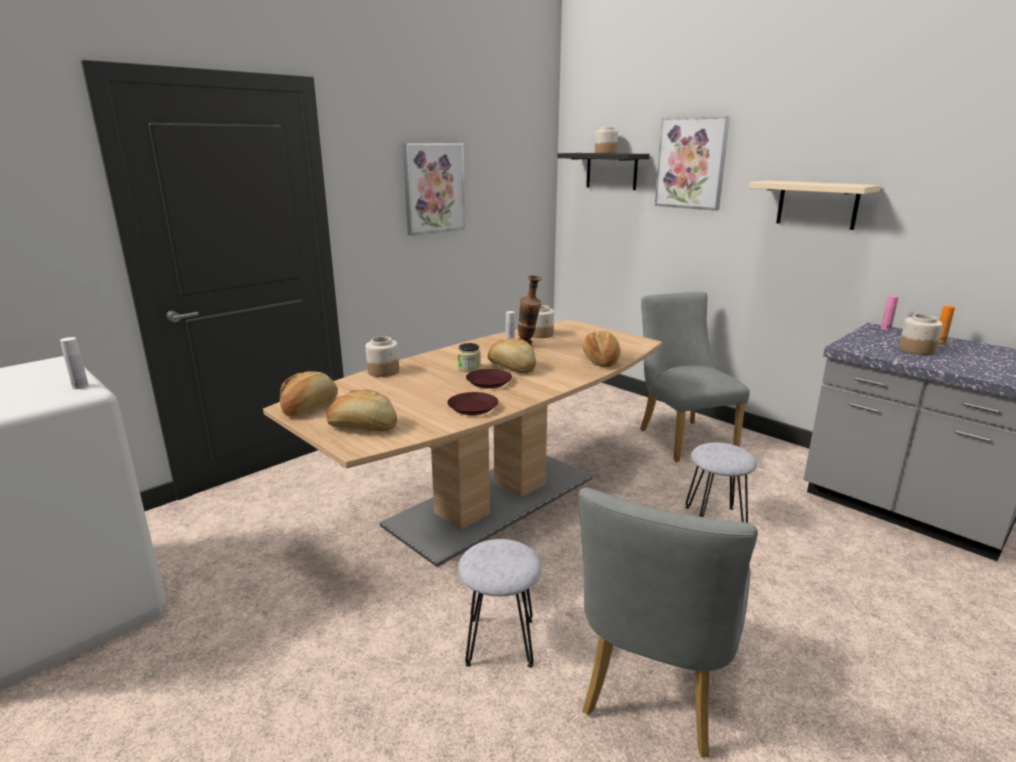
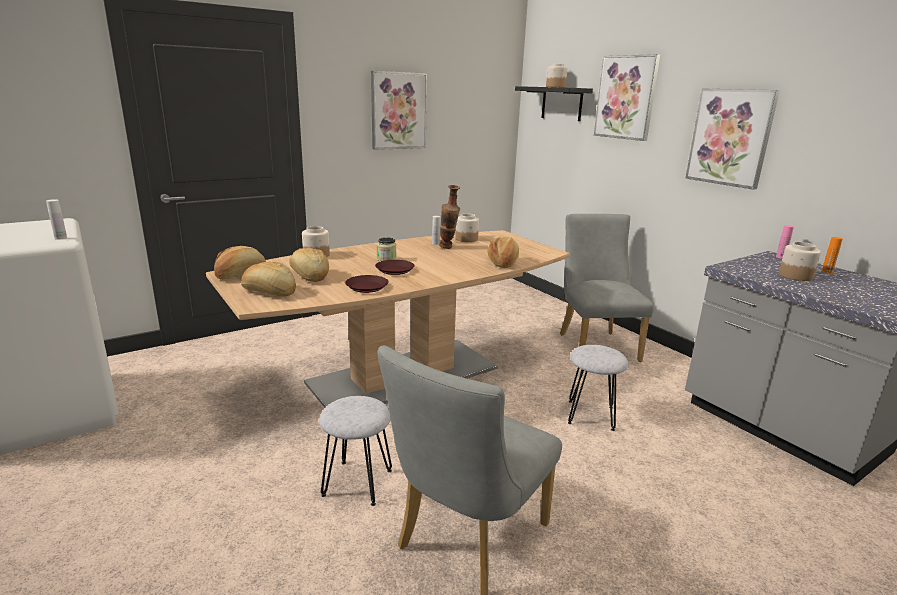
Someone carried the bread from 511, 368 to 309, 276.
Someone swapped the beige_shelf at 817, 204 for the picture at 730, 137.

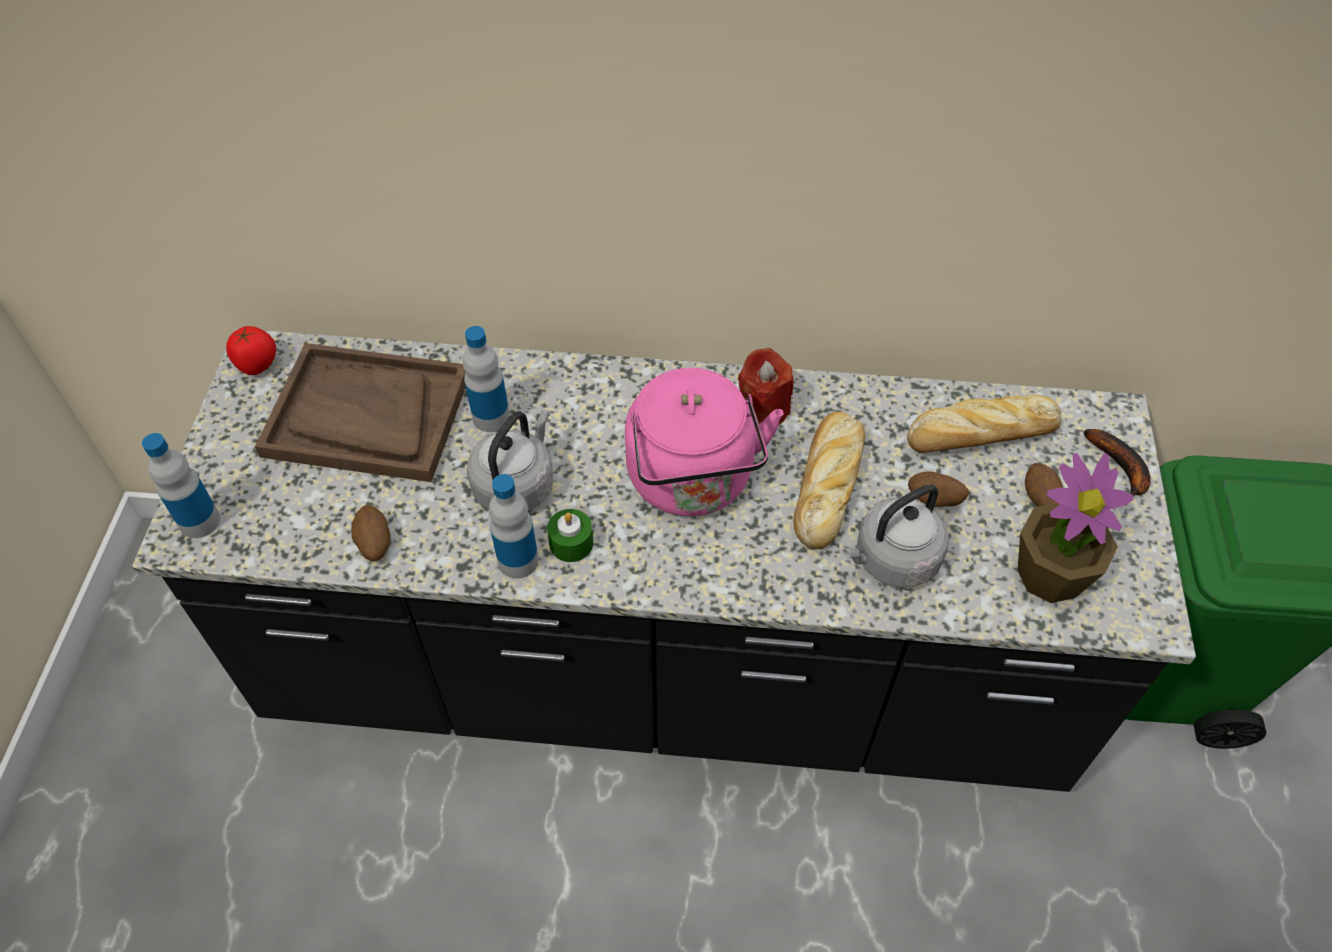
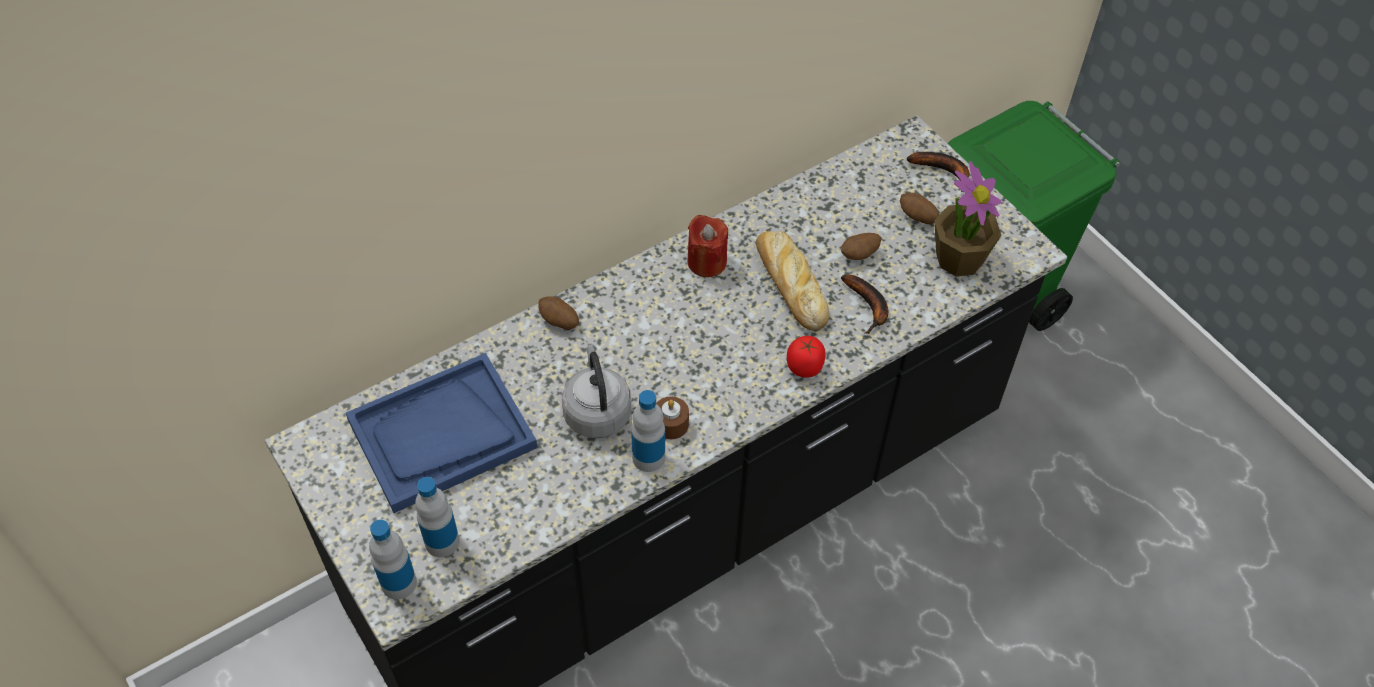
Someone took away the pink_kettle at 693, 482.
Someone took away the bread at 979, 434.
Someone carried the tomato from 258, 365 to 804, 368.
Someone carried the potato from 374, 544 to 559, 322.
Someone carried the bottle from 491, 417 to 442, 541.
Someone swapped the grey_kettle at 892, 560 for the banana at 869, 307.
Someone repainted the brown_tray at 366, 416, which became the blue_tray at 442, 435.
Someone repainted the green_candle at 571, 543, which became the brown_candle at 671, 424.

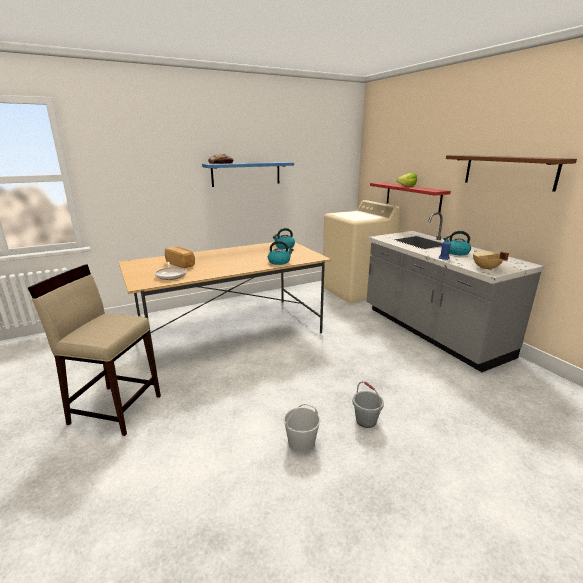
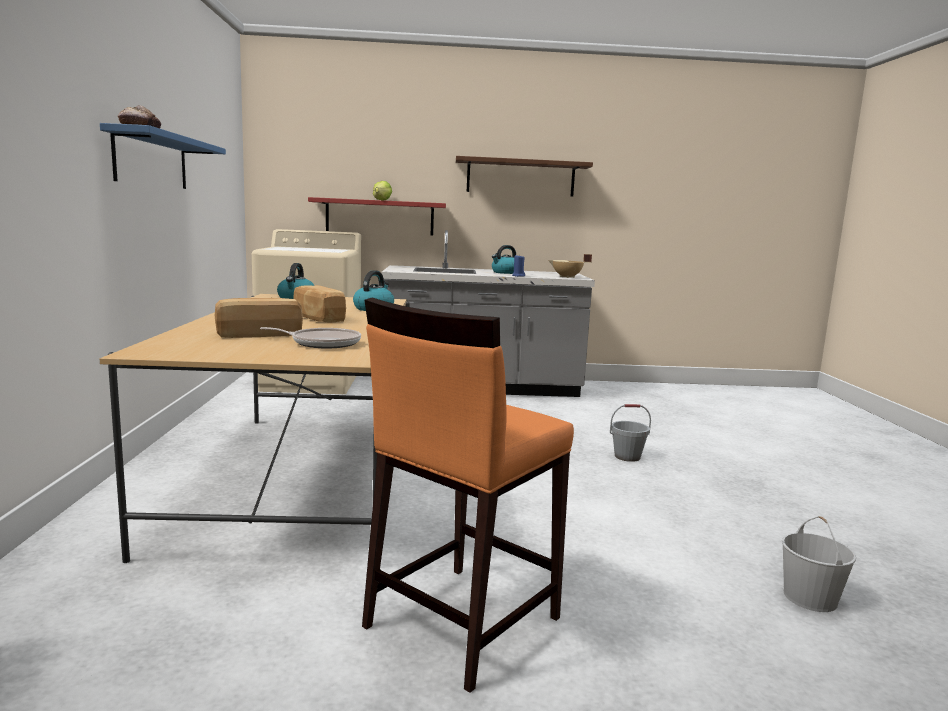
Someone put down the bread at 317, 318.
Someone carried the white_bucket from 301, 443 to 811, 598.
Someone repainted the beige_stool at 115, 408, which became the orange_stool at 460, 622.

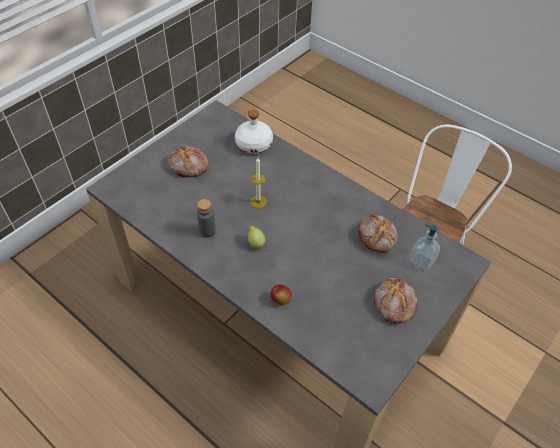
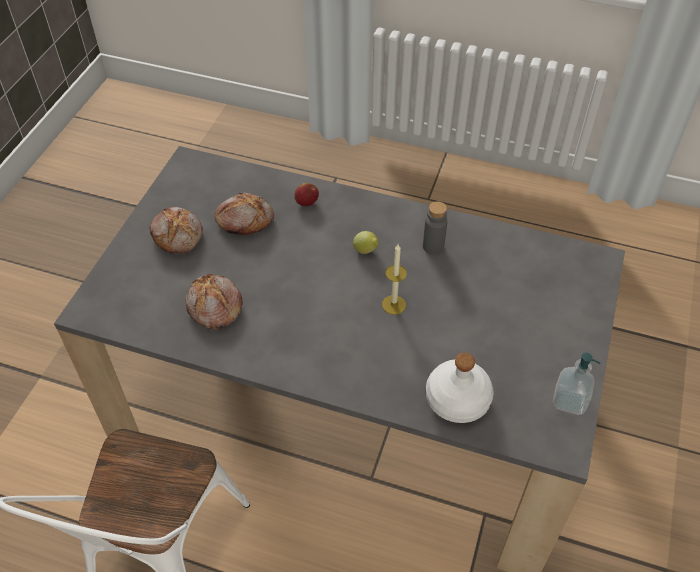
Someone carried the bread from 189, 166 to 244, 220.
Someone carried the soap_dispenser from 422, 260 to 569, 400.

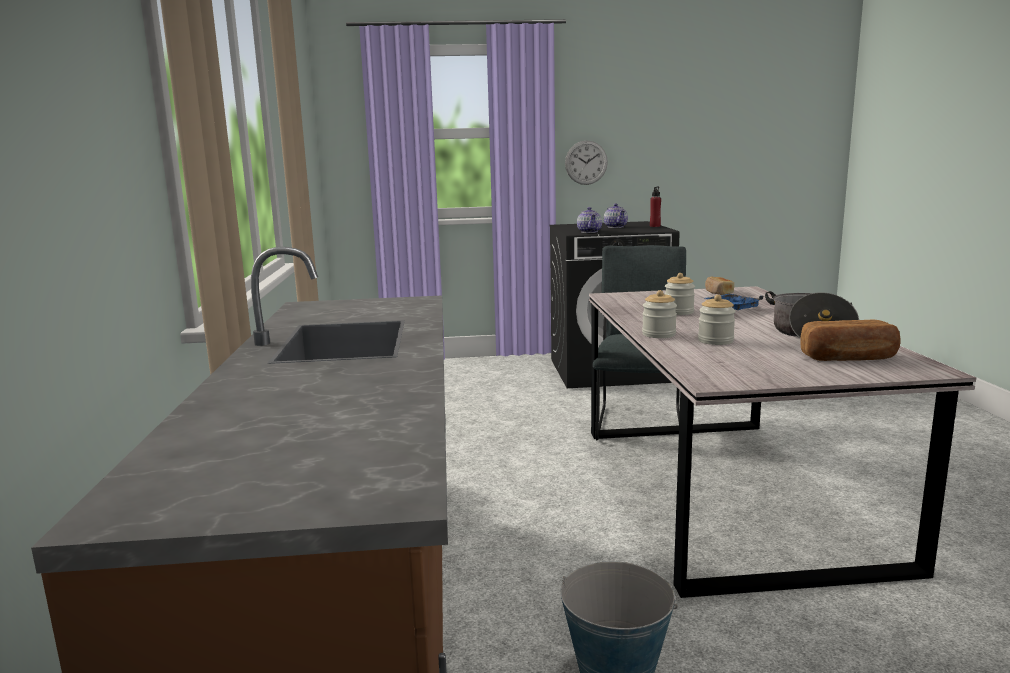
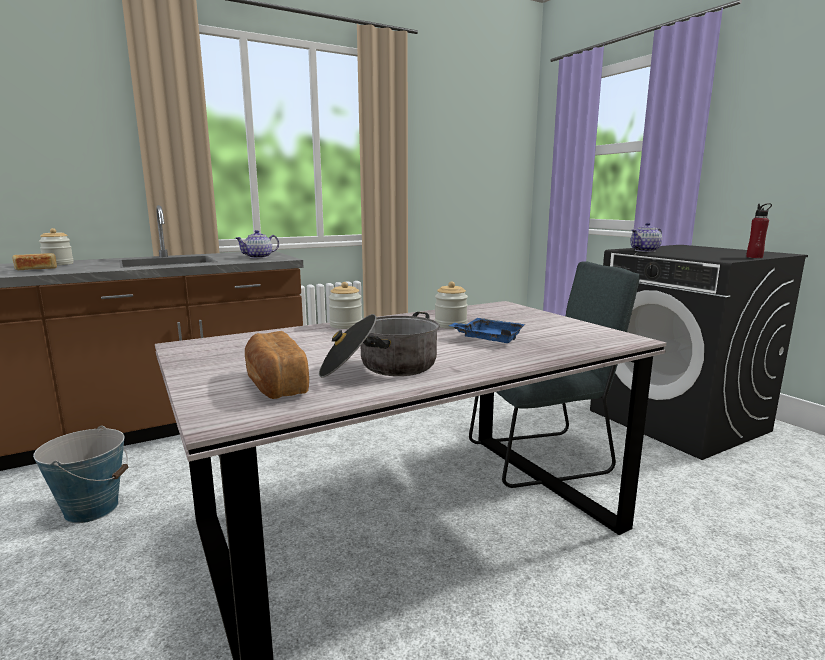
Someone took away the wall_clock at 586, 162.
Someone carried the teapot from 615, 227 to 259, 257.
Someone carried the jar from 715, 341 to 58, 264.
Someone carried the bread from 718, 292 to 36, 269.

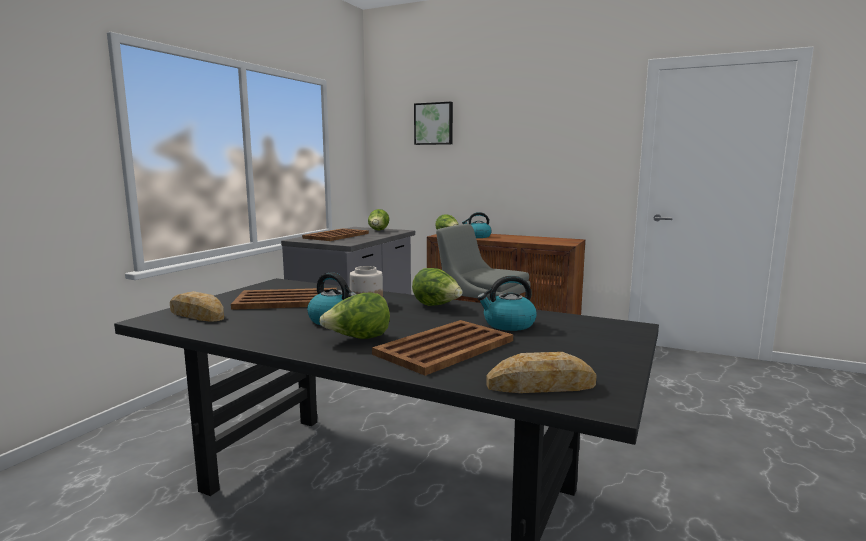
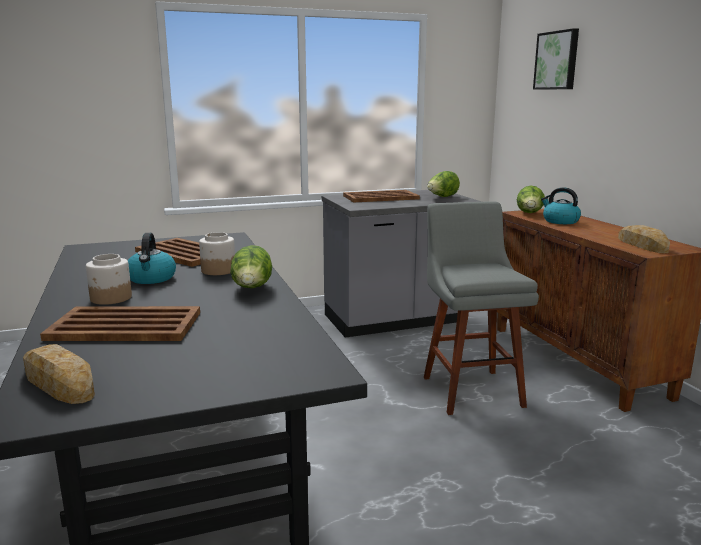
Someone took away the kettle at 508, 324.
Someone carried the bread from 197, 314 to 642, 245.
Someone swapped the lettuce at 358, 339 for the jar at 111, 298.

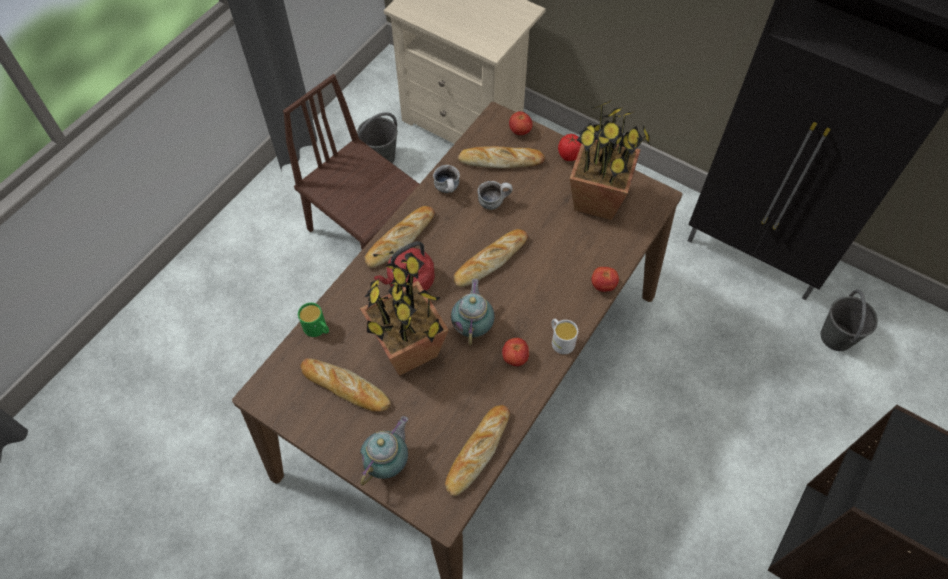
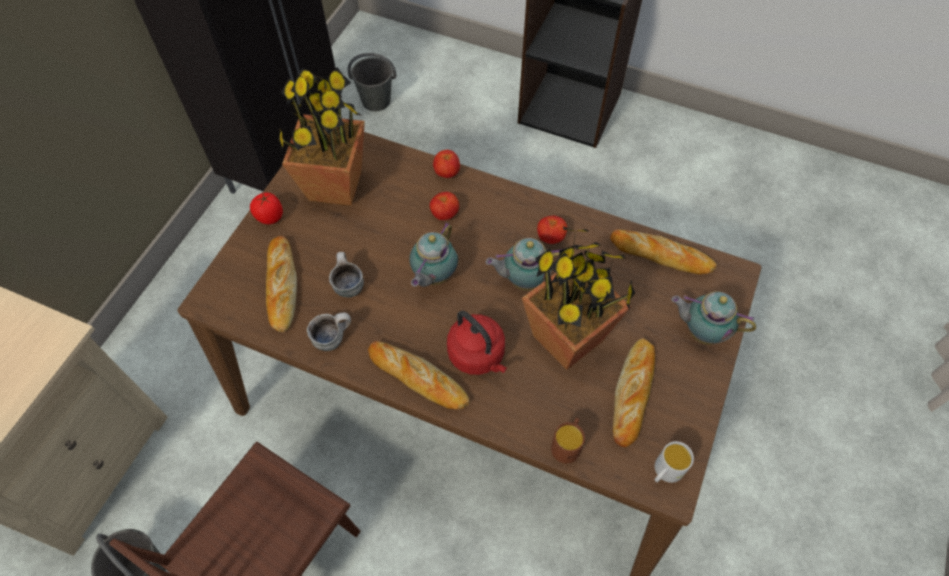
Someone carried the tomato from 520, 131 to 444, 214.
Someone carried the white_mug from 560, 340 to 665, 472.
Someone swapped the bread at 490, 260 for the teapot at 433, 276.
Someone repainted the green_mug at 318, 329, which became the brown_mug at 567, 444.

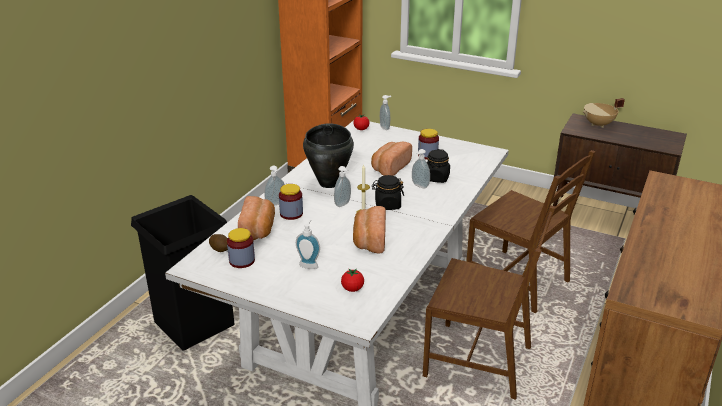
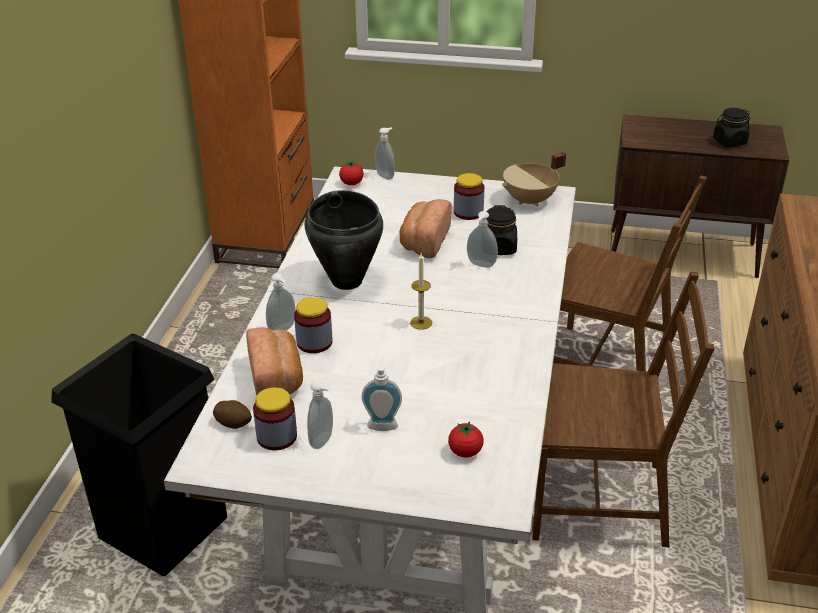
Someone took away the bread at 369, 240.
Someone carried the soap_dispenser from 343, 204 to 323, 441.
Someone carried the black_jar from 387, 205 to 729, 142.
Someone carried the beige_cooking_pot from 599, 124 to 530, 201.

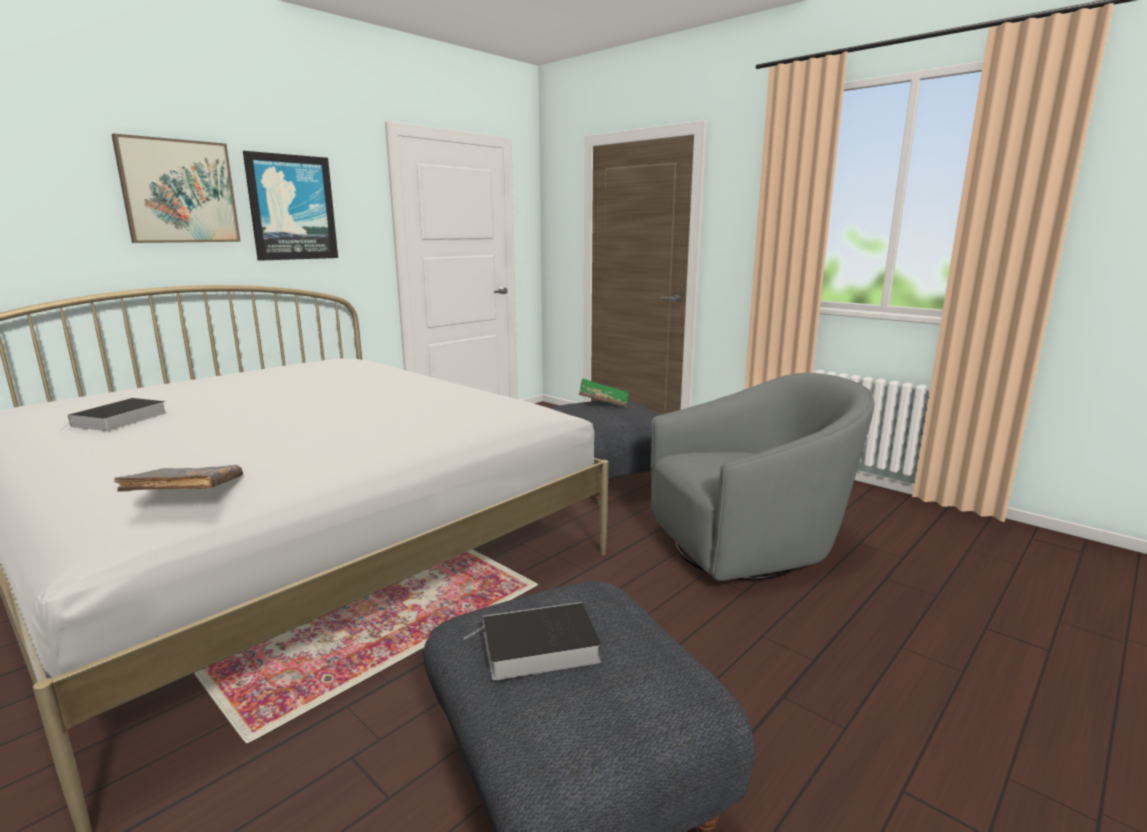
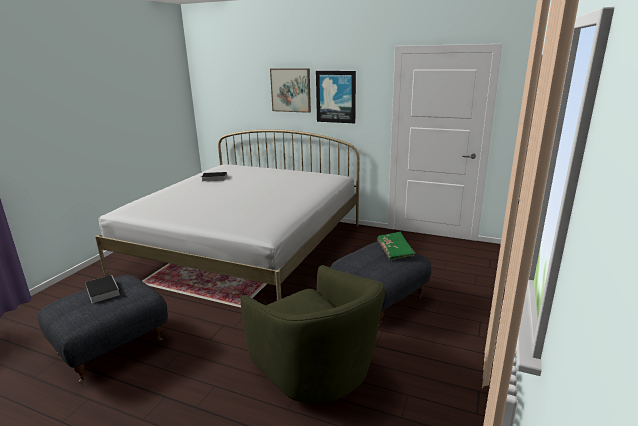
Someone took away the grey_book at 187, 496.
Someone repainted the grey_armchair at 750, 547, which became the green_armchair at 316, 372.

